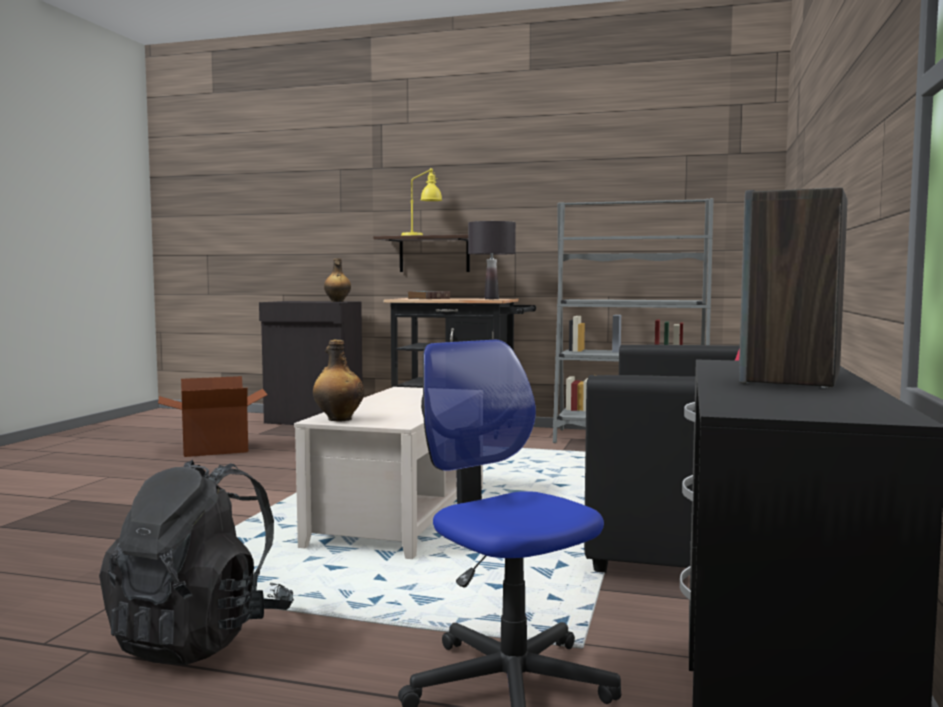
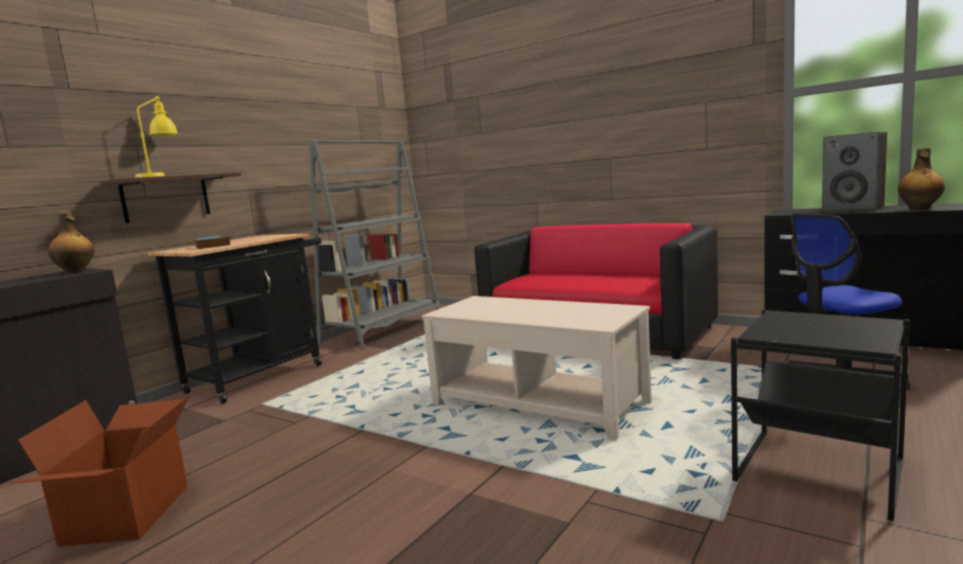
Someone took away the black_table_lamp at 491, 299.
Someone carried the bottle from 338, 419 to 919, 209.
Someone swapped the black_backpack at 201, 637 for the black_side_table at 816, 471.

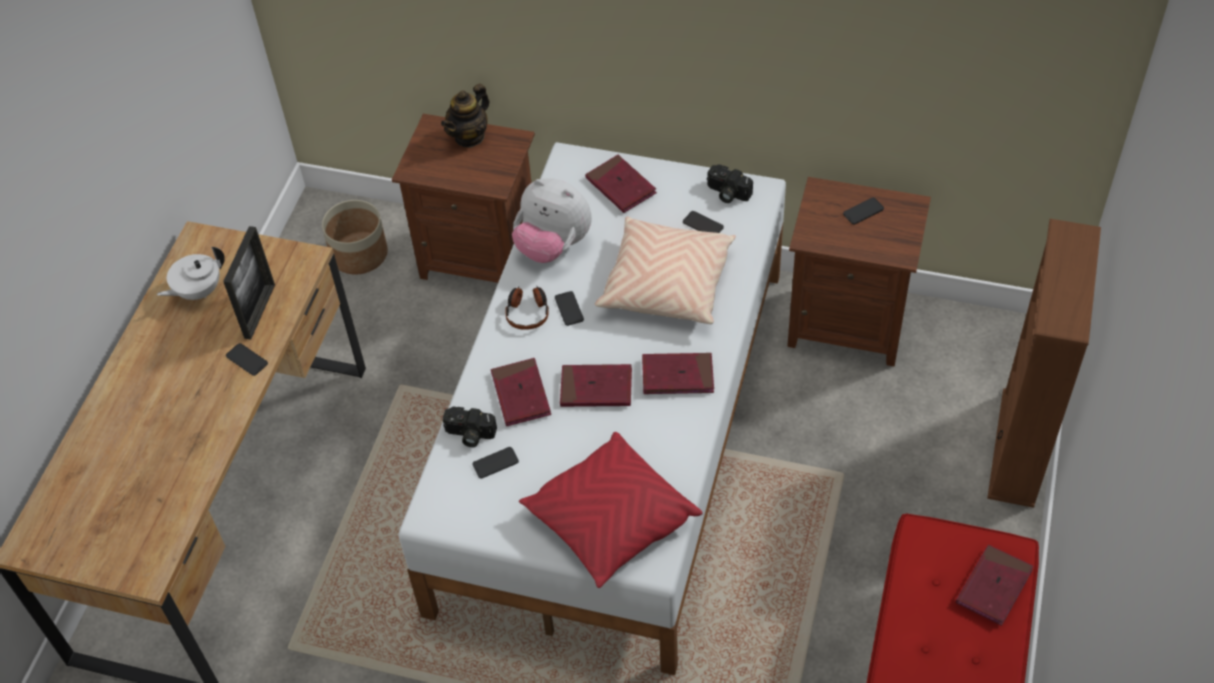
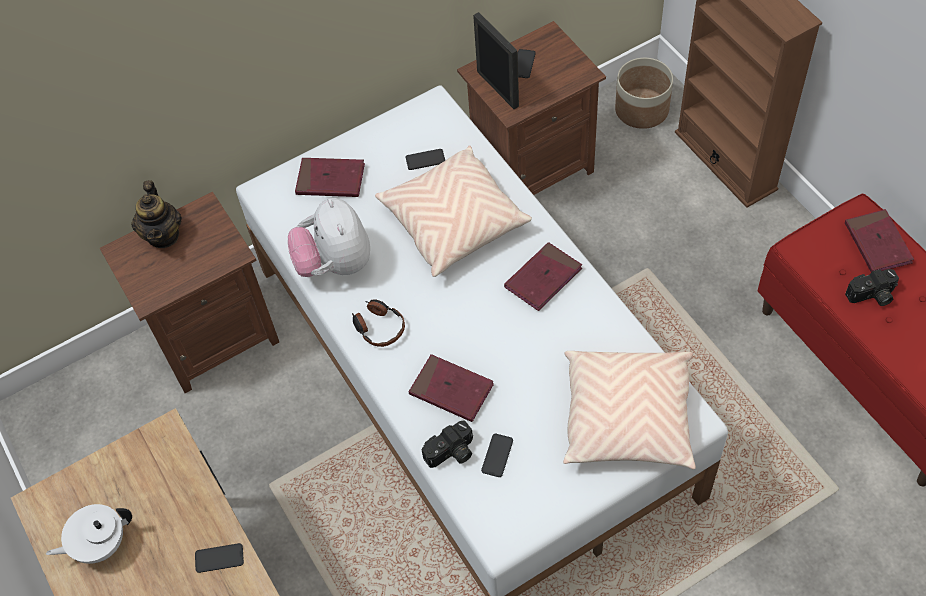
Someone took away the phone at 569, 308.
Someone took away the red_book at 596, 388.
Someone carried the picture_frame from 259, 311 to 497, 89.
Someone carried the planter from 359, 254 to 641, 110.
Someone carried the photo_camera from 727, 193 to 872, 296.
Someone repainted the red_pillow at 610, 521, which became the beige_pillow at 628, 419.
Someone rotated the white_teapot at 198, 291 by 60 degrees clockwise.
Someone rotated the plush_toy at 553, 246 by 90 degrees clockwise.

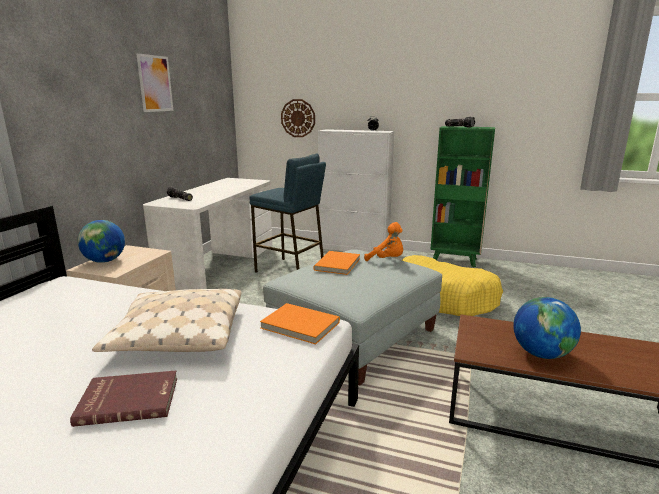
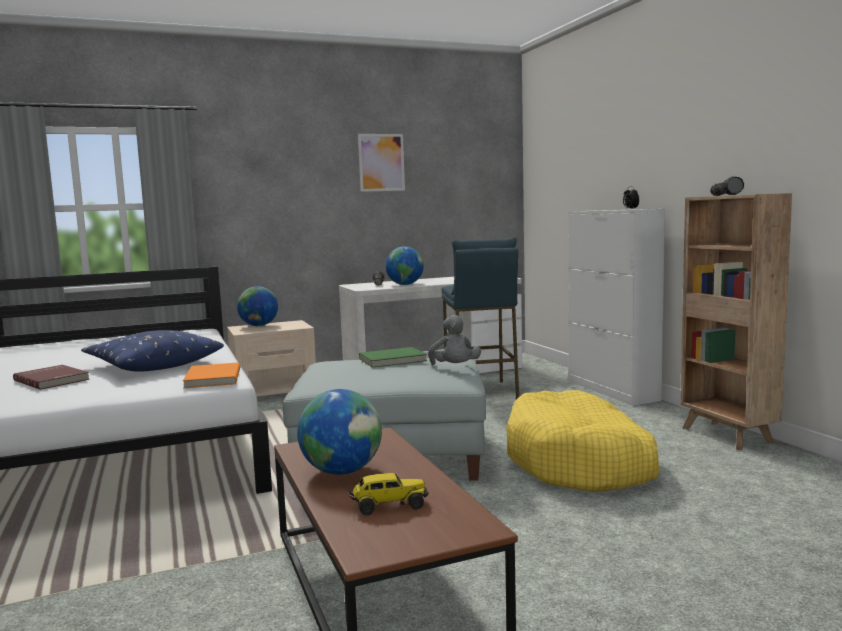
Someone took away the wall_clock at 298, 118.
Someone put down the toy_truck at 389, 506.
Someone put down the globe at 405, 284.
Someone repainted the beige_pillow at 178, 335, which became the blue_pillow at 153, 365.
Someone repainted the orange_book at 338, 264, which became the green_book at 393, 360.
Someone repainted the orange_plush_toy at 387, 260, which became the grey_plush_toy at 455, 368.
Someone repainted the green_bookcase at 455, 261, which became the brown_bookcase at 727, 436.

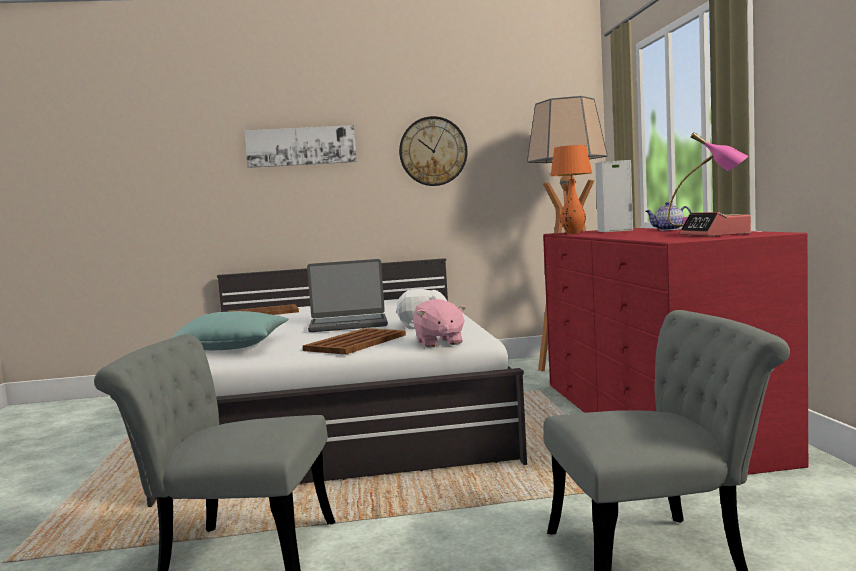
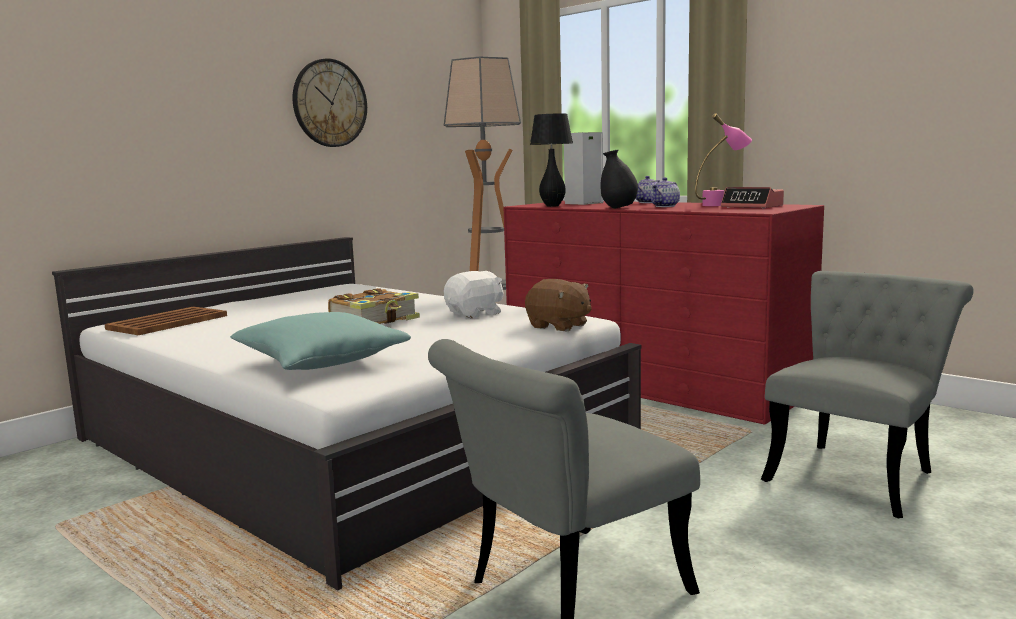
Someone took away the picture at 301, 146.
Someone took away the brown_tray at 355, 343.
Someone put down the black_vase at 619, 208.
Someone put down the teapot at 665, 206.
Someone swapped the laptop at 348, 324 for the book at 376, 321.
Someone repainted the pink_plush_toy at 438, 343, which became the brown_plush_toy at 558, 326.
Someone repainted the orange_table_lamp at 573, 233, which became the black_table_lamp at 552, 206.

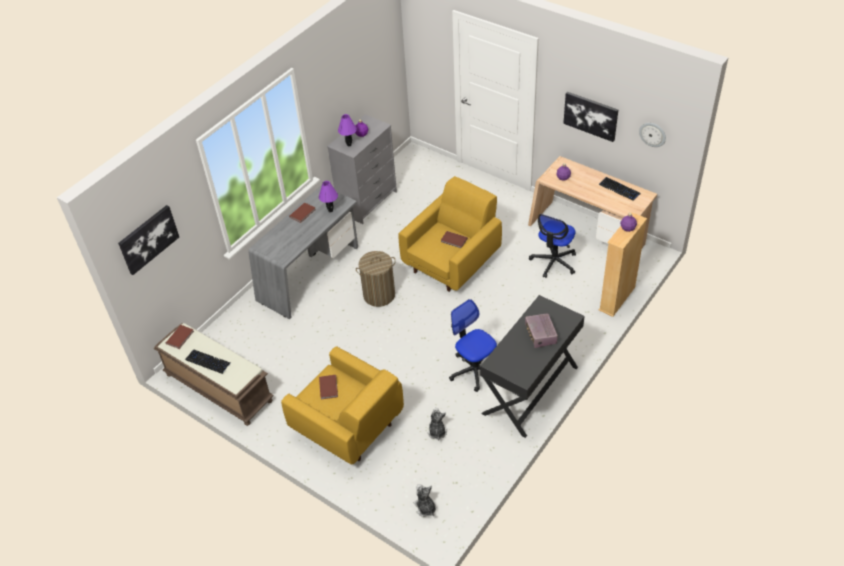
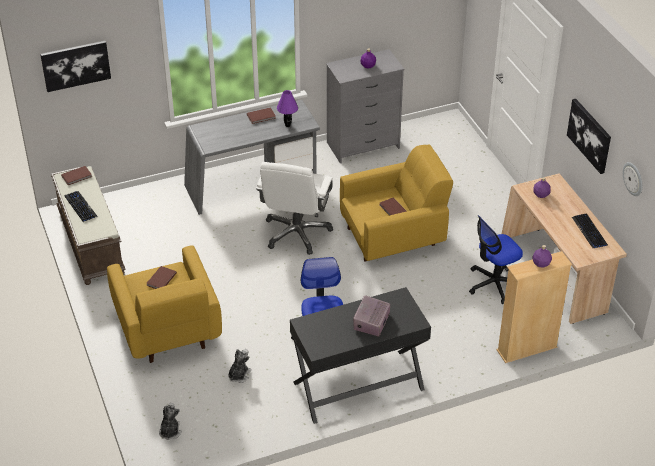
Someone took away the purple_table_lamp at 349, 145.
Someone swapped the laundry_basket at 379, 295 for the white_office_chair at 296, 233.

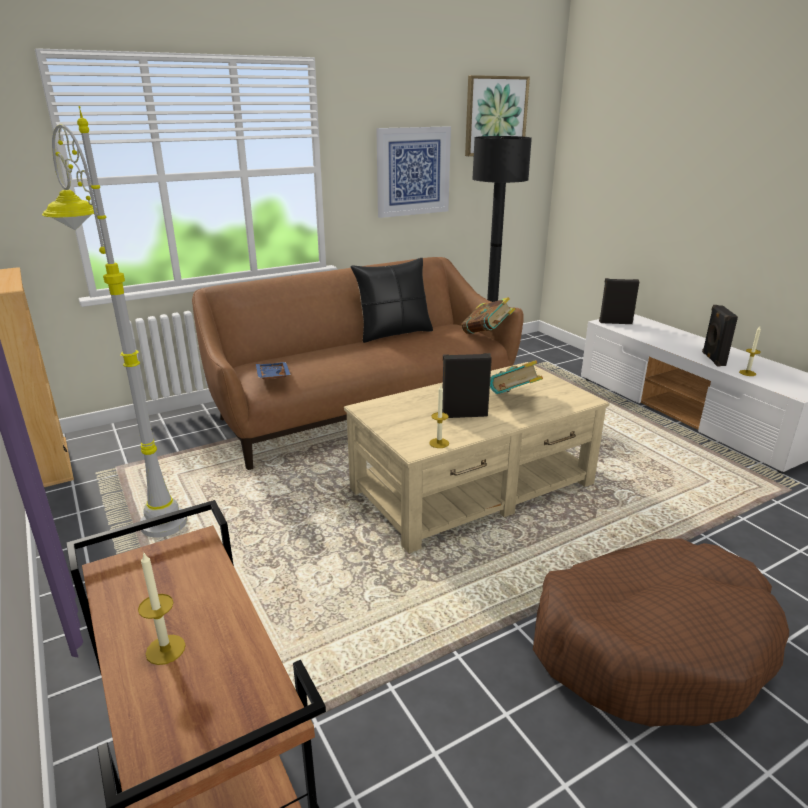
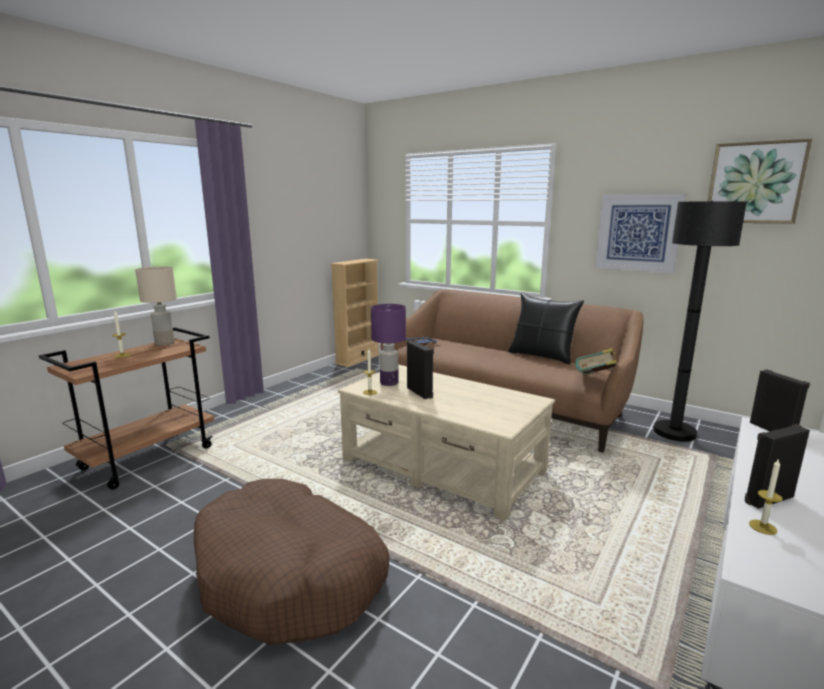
Someone took away the grey_floor_lamp at 148, 508.
Someone took away the book at 514, 400.
Someone put down the beige_table_lamp at 164, 343.
Someone put down the purple_table_lamp at 388, 383.

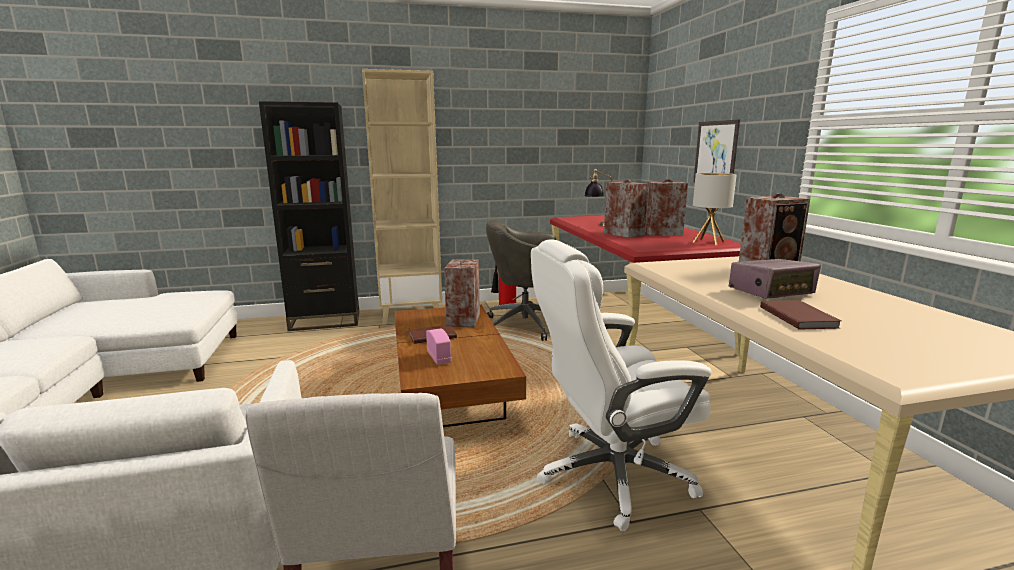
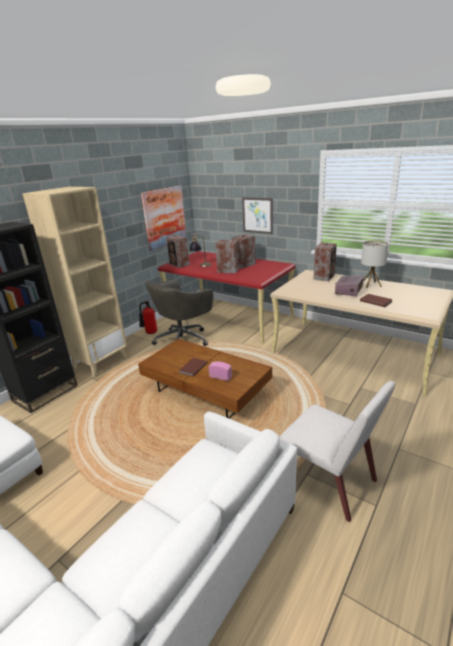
Someone took away the white_office_chair at 611, 474.
Someone put up the picture at 164, 217.
Someone carried the speaker from 462, 320 to 179, 265.
Someone carried the table_lamp from 708, 242 to 370, 284.

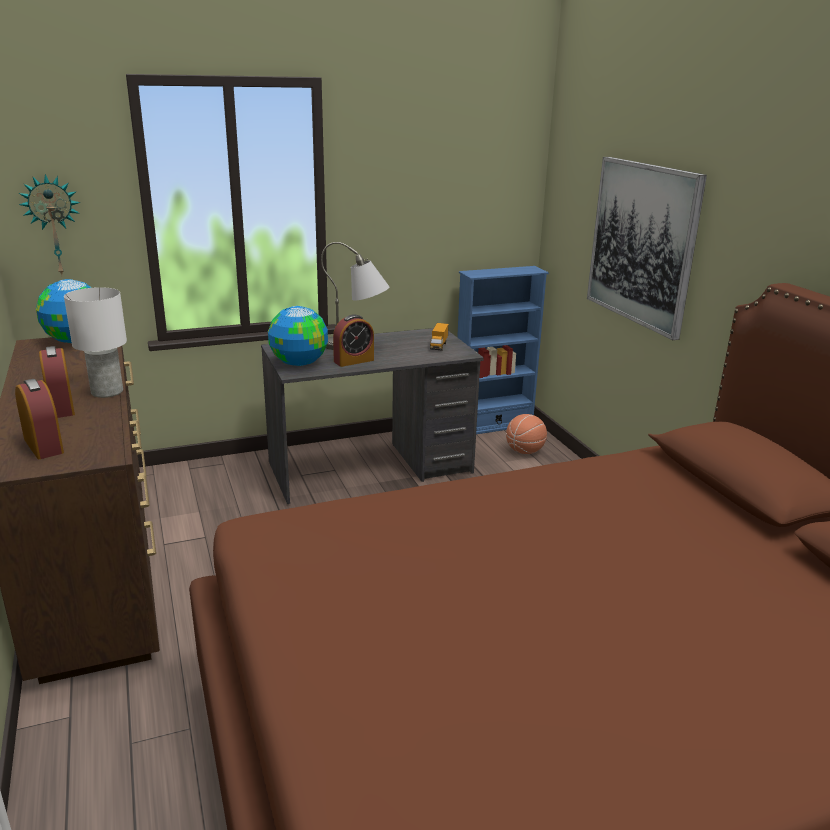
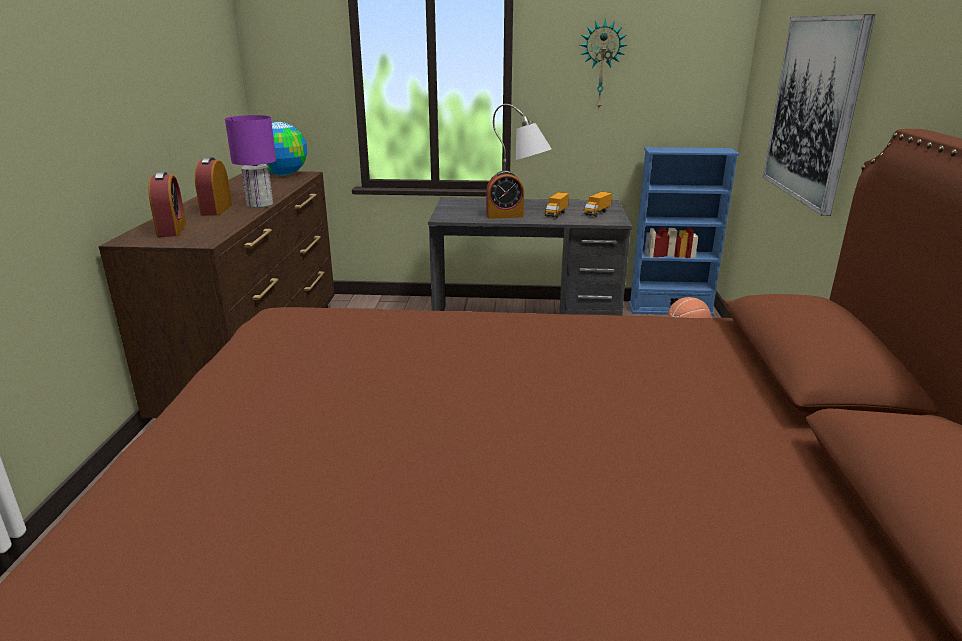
Someone took away the globe at 298, 363.
Someone put down the toy_truck at 556, 214.
Someone carried the wall_clock from 54, 225 to 601, 65.
Someone repainted the white_table_lamp at 106, 391, which became the purple_table_lamp at 260, 204.

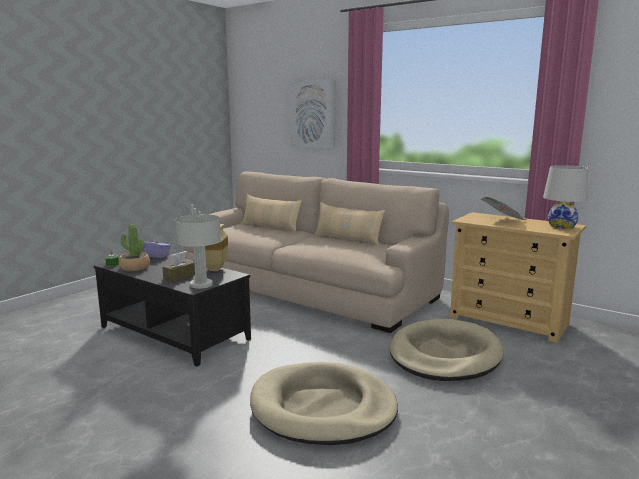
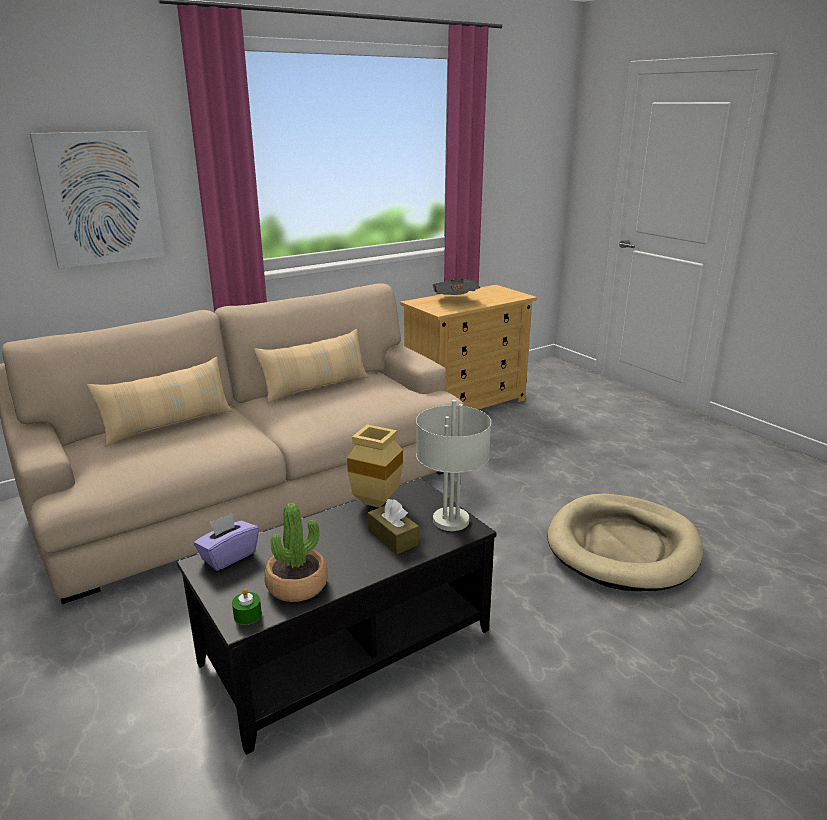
Someone took away the beige_dog_bed at 444, 355.
Someone took away the white_table_lamp at 562, 226.

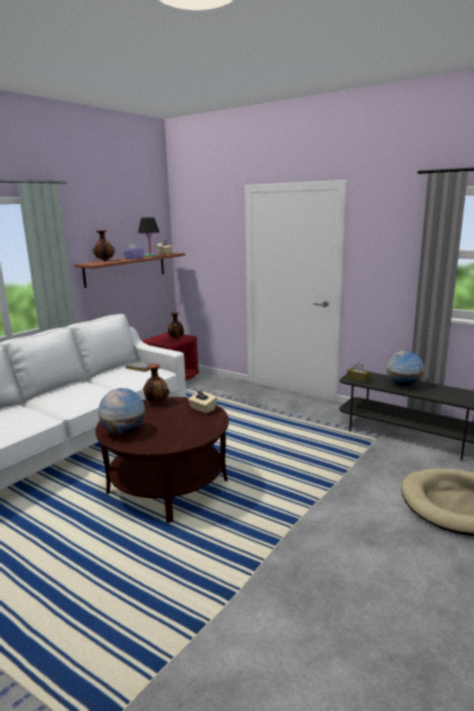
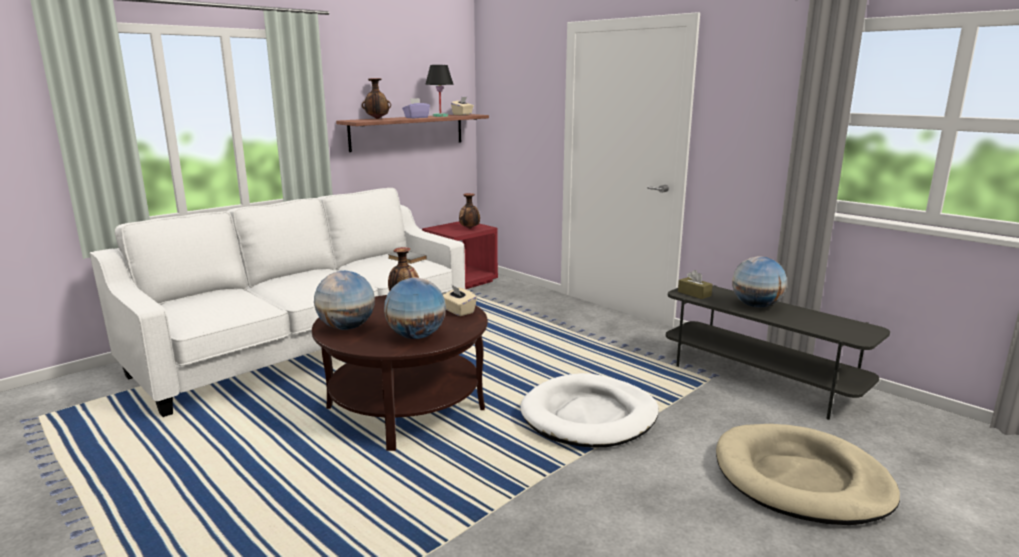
Someone put down the globe at 416, 336.
Someone put down the white_dog_bed at 589, 416.

